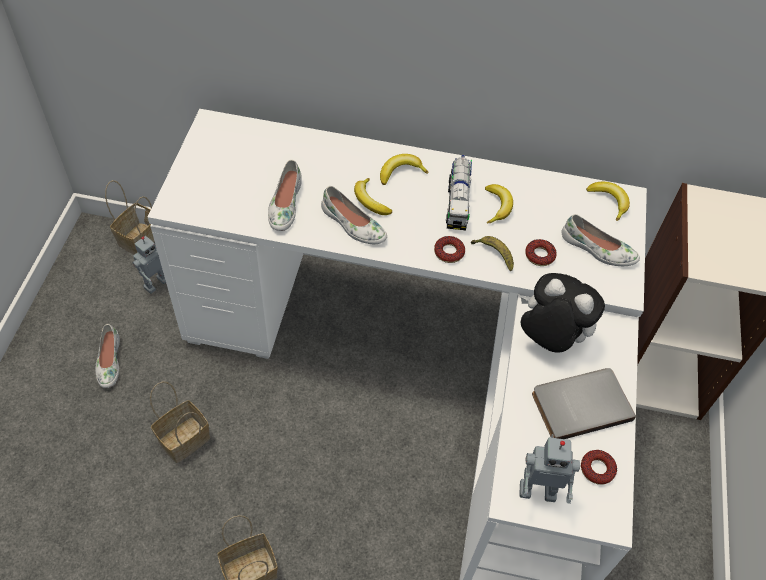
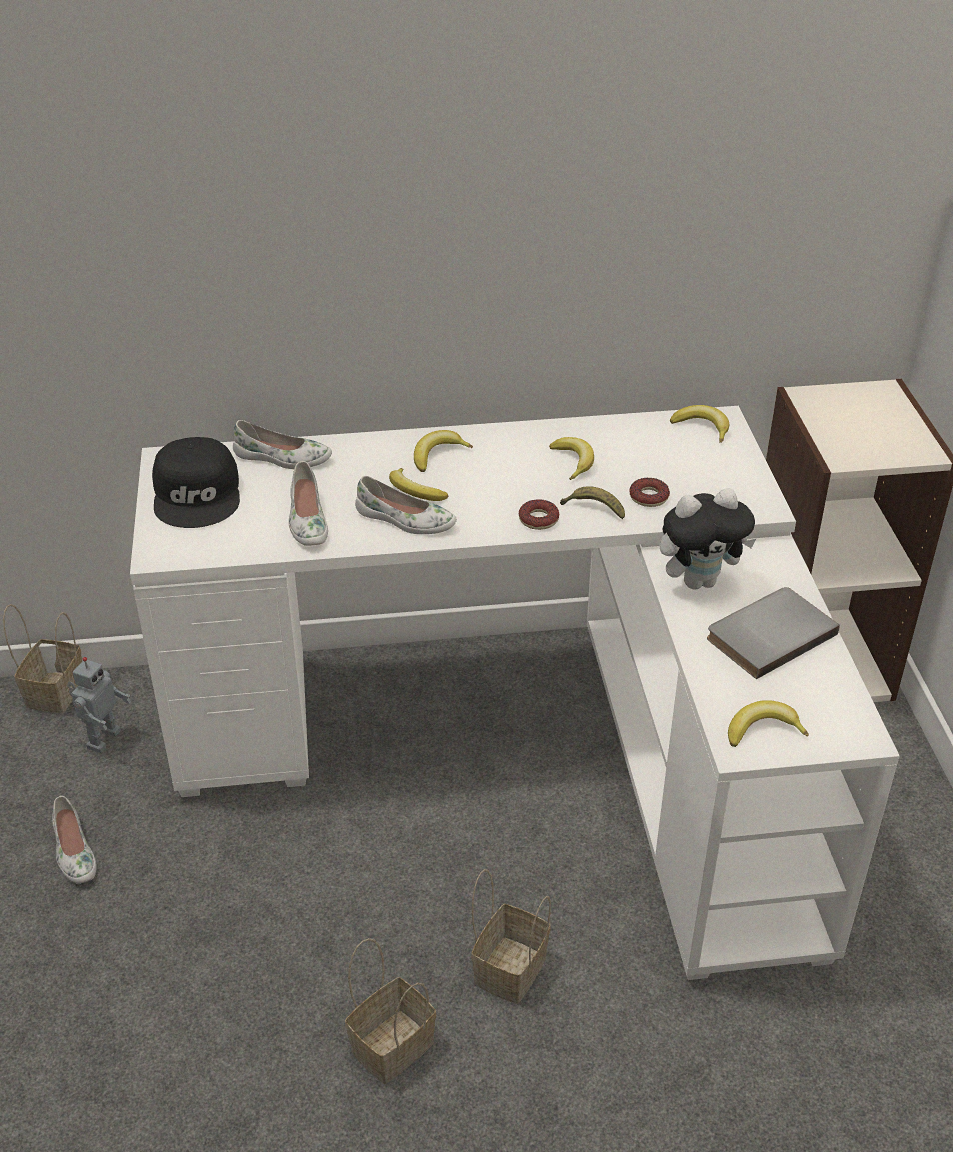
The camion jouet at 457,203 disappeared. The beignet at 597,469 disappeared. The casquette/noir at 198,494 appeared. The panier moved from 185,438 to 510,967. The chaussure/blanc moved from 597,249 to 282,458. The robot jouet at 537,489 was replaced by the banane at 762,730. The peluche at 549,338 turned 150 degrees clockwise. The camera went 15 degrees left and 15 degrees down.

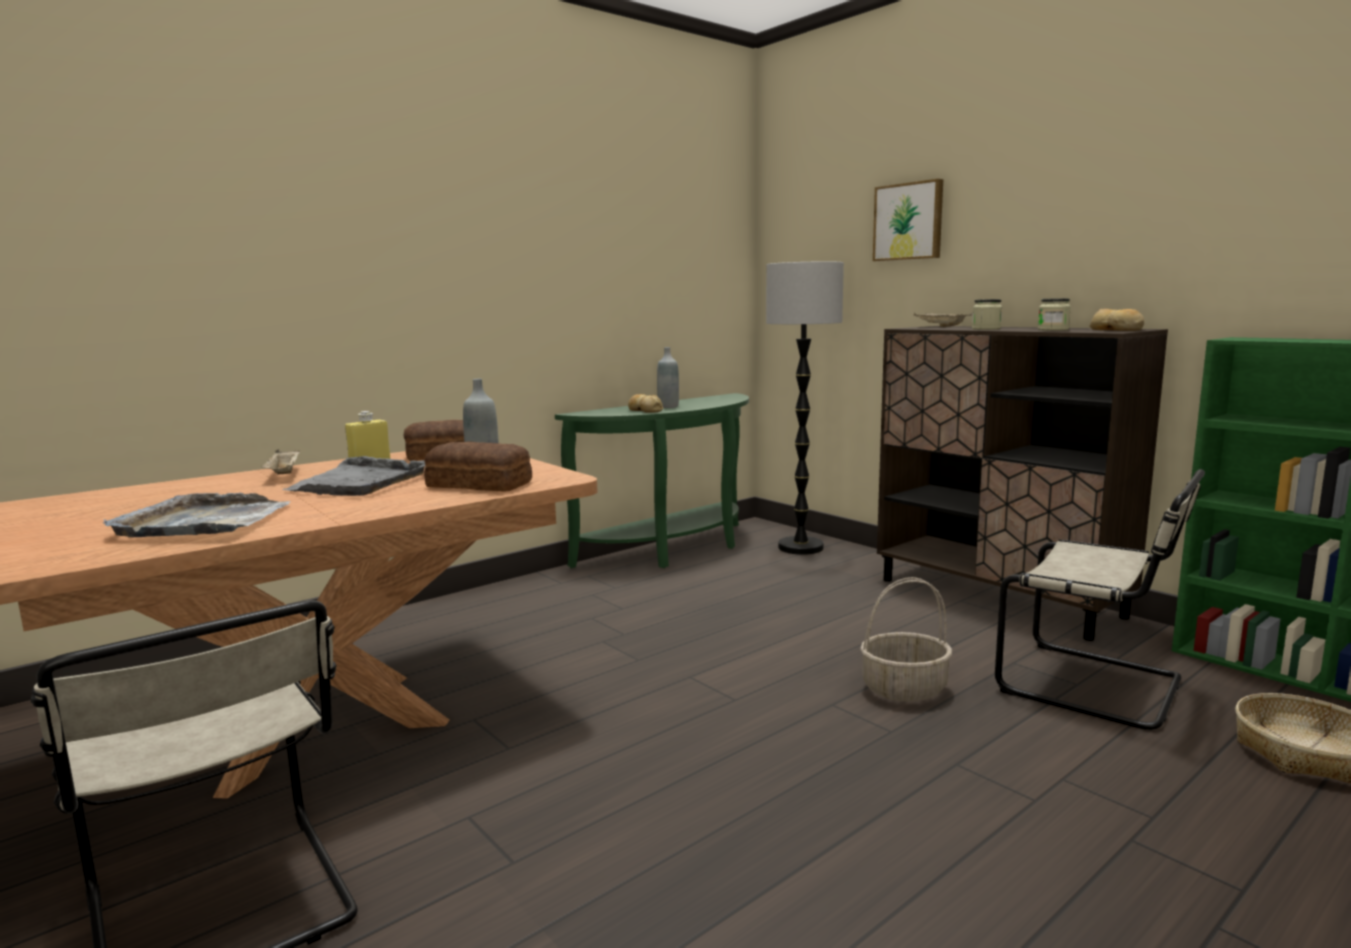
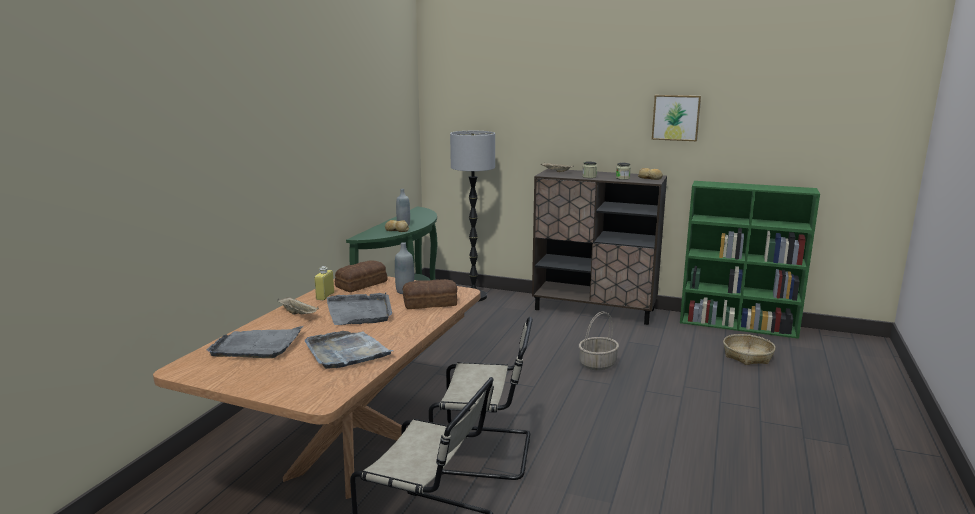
The plateau/gris at 257,345 appeared. The tableau moved from 909,222 to 676,117. The chaise/beige moved from 1097,686 to 487,452. The camera went 30 degrees left and 5 degrees up.

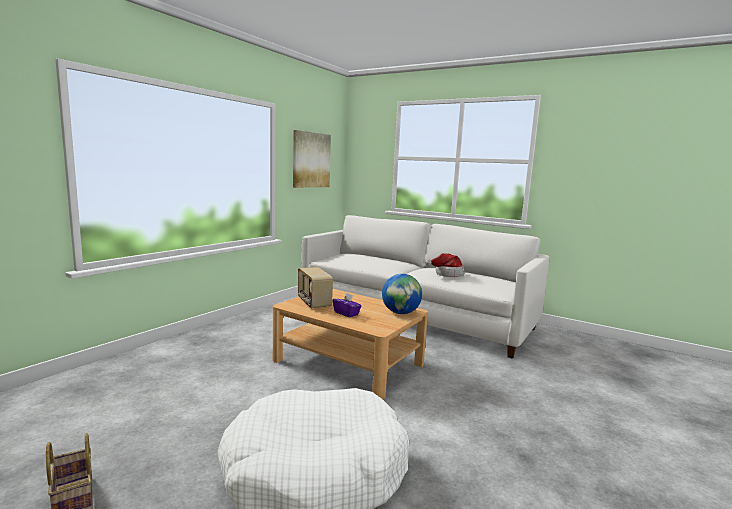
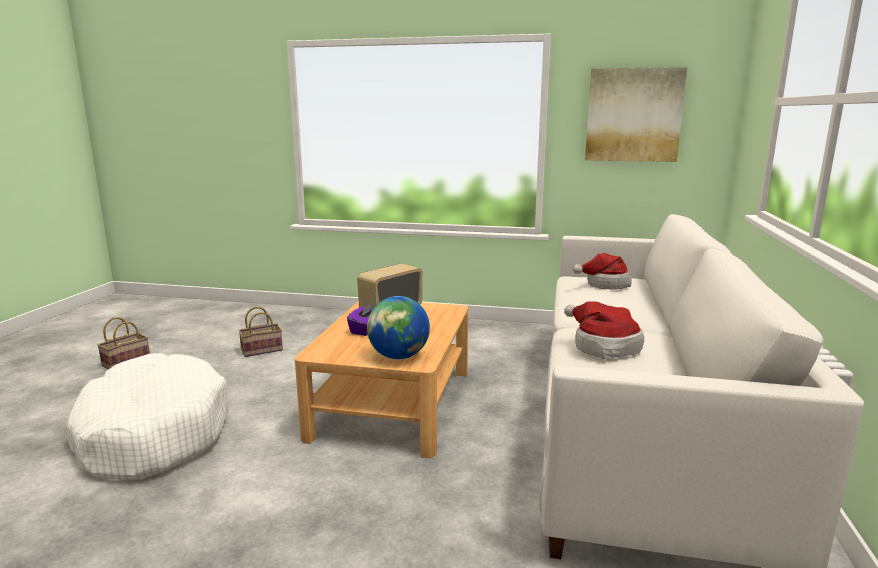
The panier at 262,350 appeared. The chapeau at 604,284 appeared. The camera went 70 degrees right and 5 degrees up.

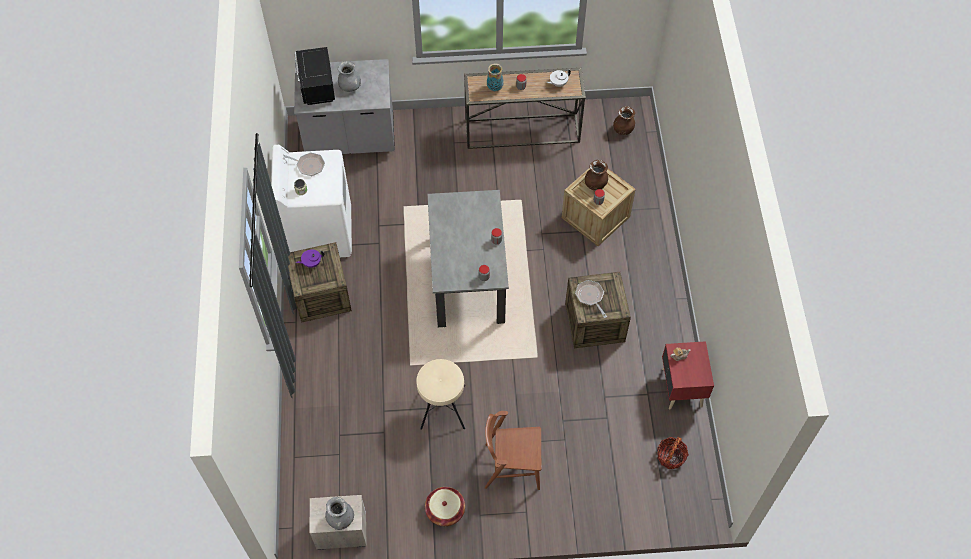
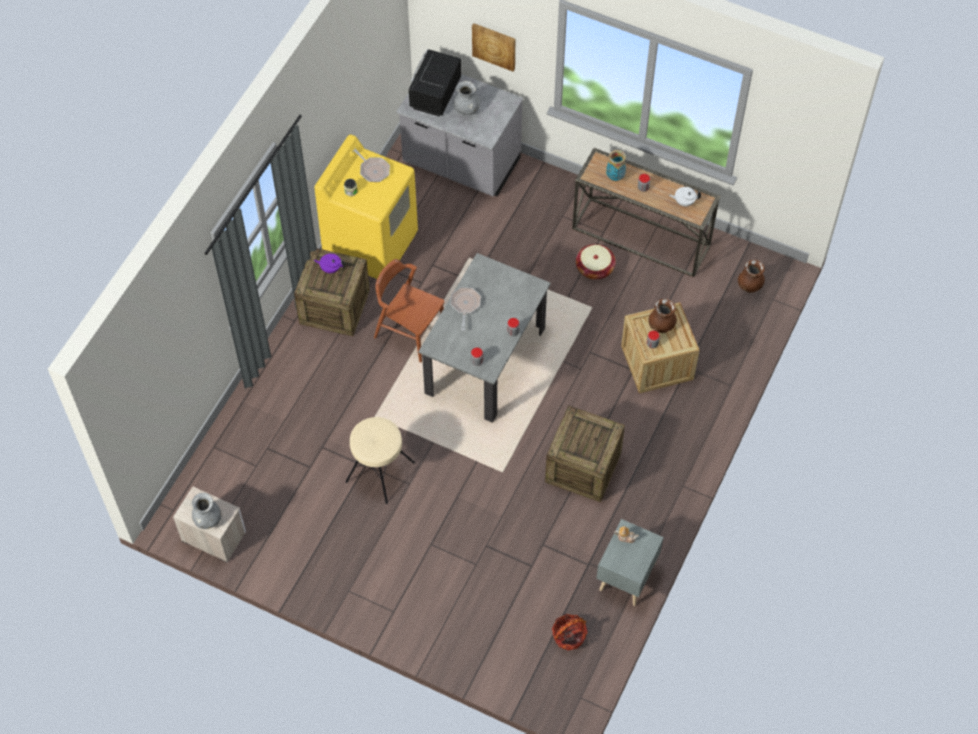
The tableau at 494,46 appeared. The panier moved from 445,510 to 595,268. The chaise/marron moved from 512,466 to 410,332. The poêle moved from 590,297 to 465,305. The lave-linge/blanc at 319,232 became the lave-linge/jaune at 371,244. The table de chevet/rouge at 681,388 became the table de chevet/gris at 626,577. The camera went 30 degrees right and 0 degrees up.

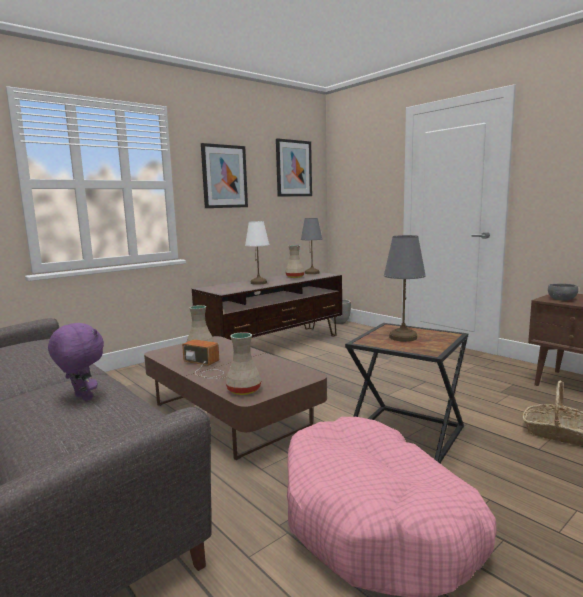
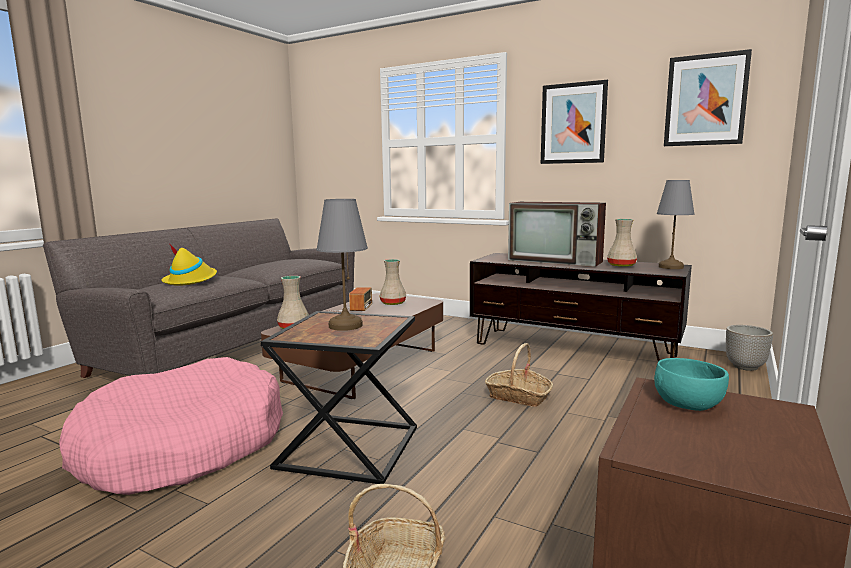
The panier at 518,396 appeared. The peluche/violet at 82,398 was replaced by the chapeau/jaune at 191,280. The lampe de table/blanc at 258,283 was replaced by the téléviseur at 556,261. The bol/gris at 562,299 became the bol/turquoise at 688,403. The camera went 70 degrees right and 0 degrees up.

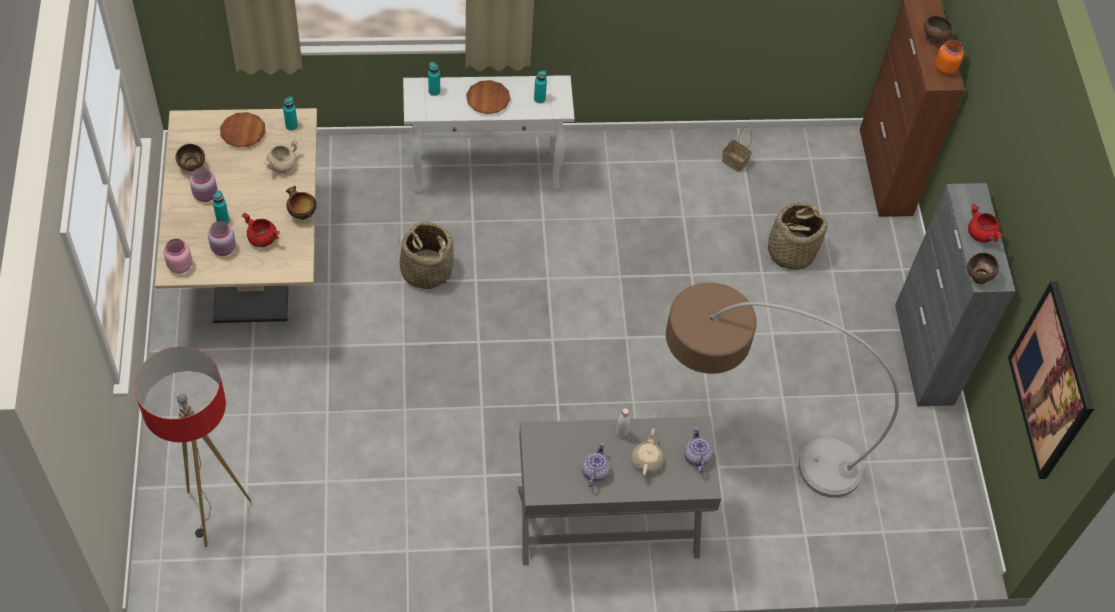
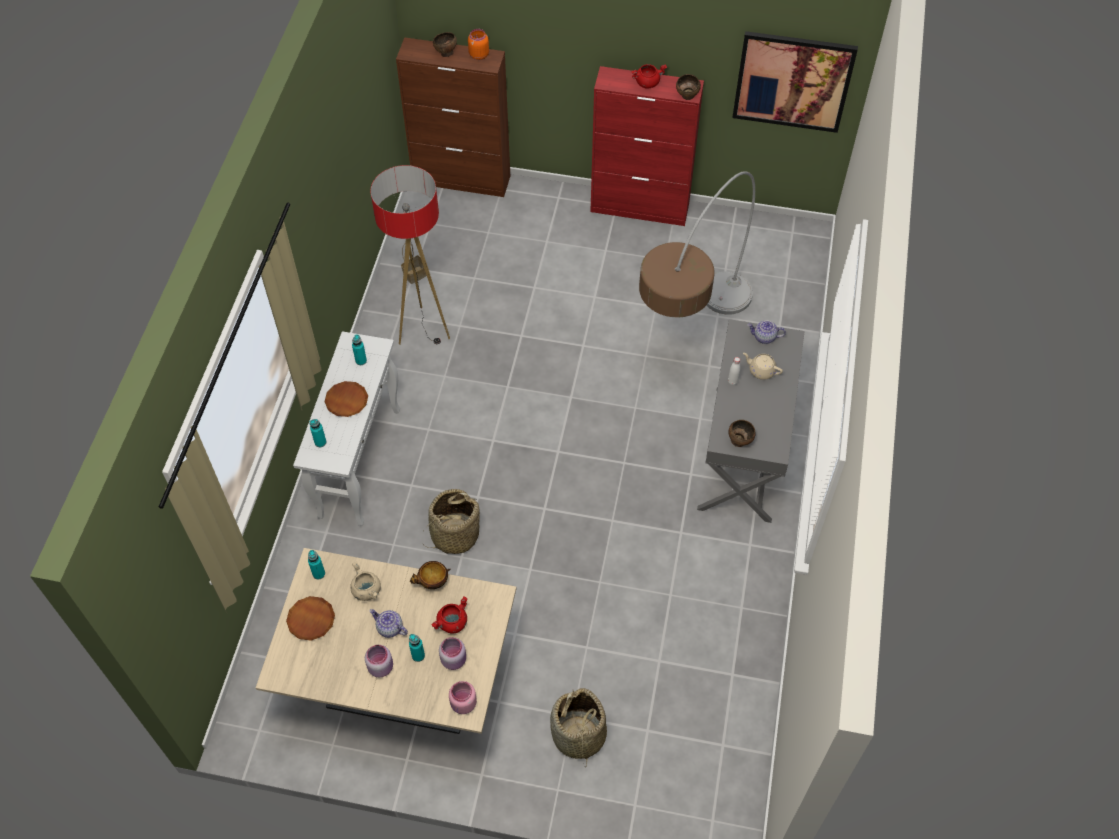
The lampadaire moved from 214,513 to 423,330. The bol/marron moved from 193,167 to 739,441. The théière moved from 594,471 to 389,628. The panier moved from 790,251 to 578,735. The meuble de rangement/gris at 923,354 became the meuble de rangement/rouge at 640,208. The camera went 70 degrees left and 0 degrees up.

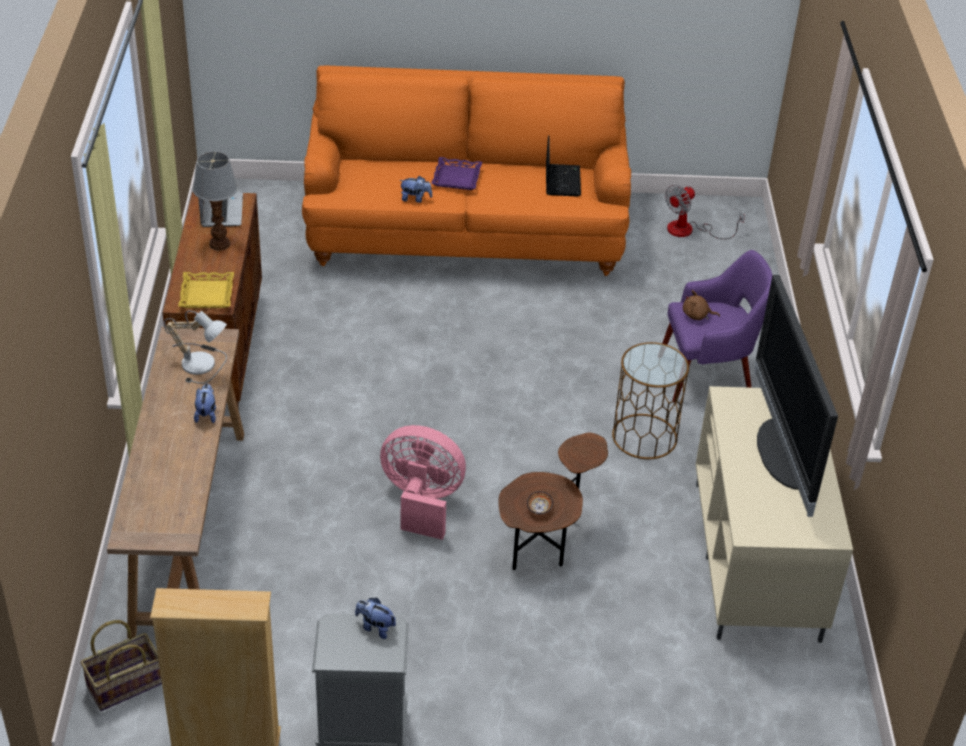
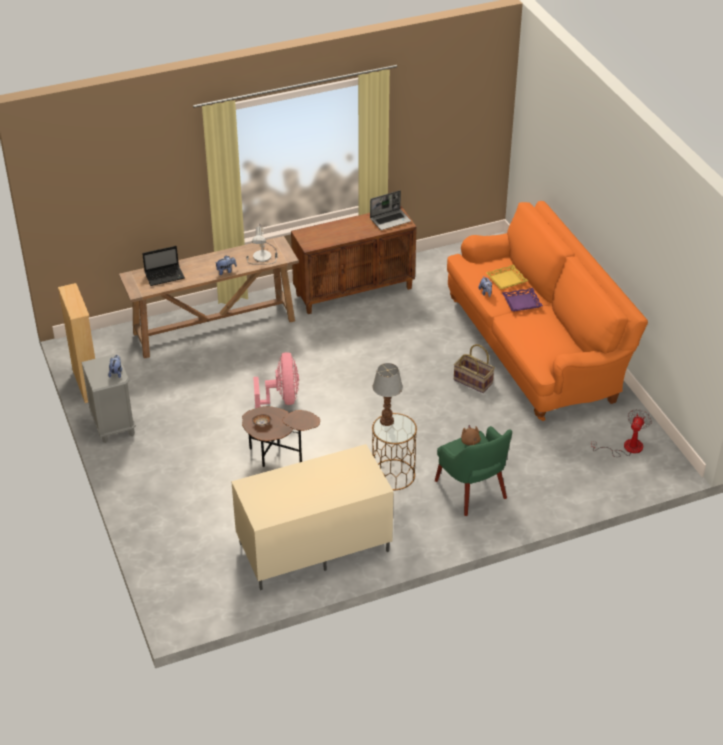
The téléviseur at 783,454 disappeared. The panier moved from 125,684 to 473,381. The plateau/jaune moved from 207,294 to 506,280. The lampe de table moved from 220,244 to 387,421. The ordinateur portable moved from 562,180 to 165,276. The fauteuil/violet at 707,376 became the fauteuil/vert at 471,490. The ventilateur at 689,230 turned 90 degrees clockwise. The camera went 70 degrees right and 0 degrees up.

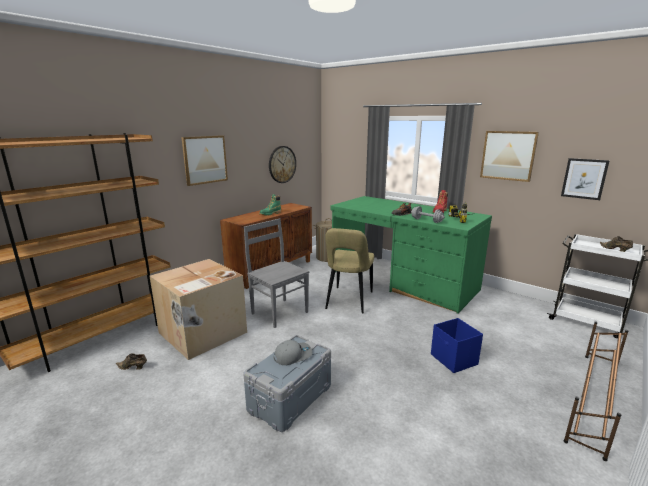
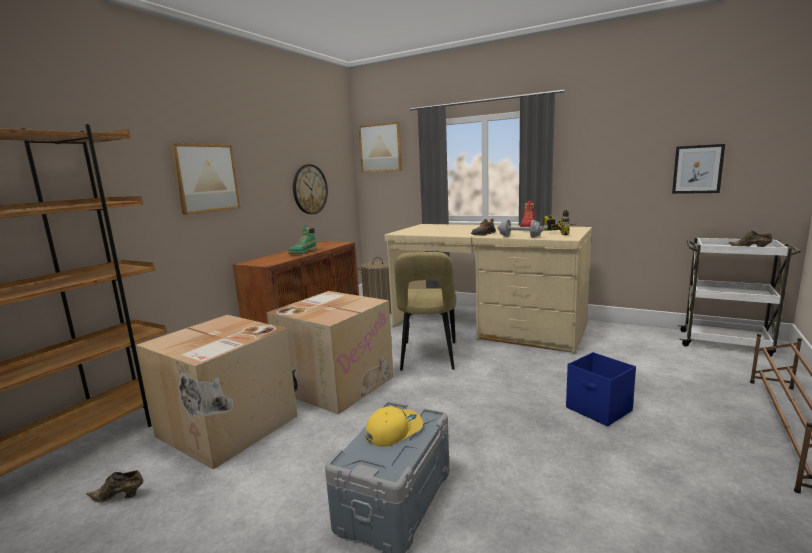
The tableau moved from 508,155 to 381,147. The chaise/gris at 279,312 was replaced by the carton at 336,383. The casquette/gris at 293,355 became the casquette/jaune at 393,430. The bureau/vert at 401,281 became the bureau/beige at 486,326. The camera went 10 degrees left and 5 degrees down.

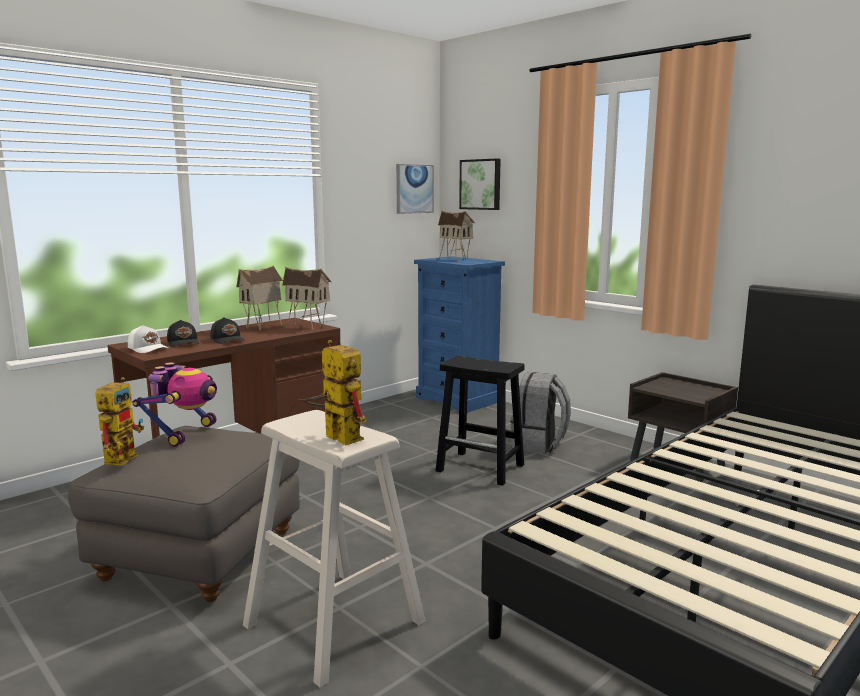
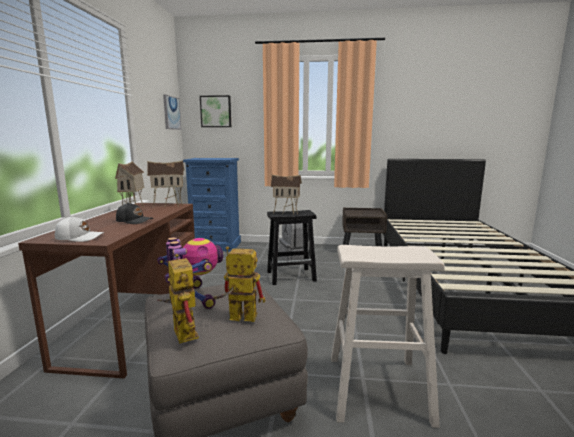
The casquette/noir at 184,343 disappeared. The robot jouet moved from 336,437 to 236,318. The maison miniature moved from 455,259 to 286,213. The camera went 40 degrees left and 0 degrees up.

